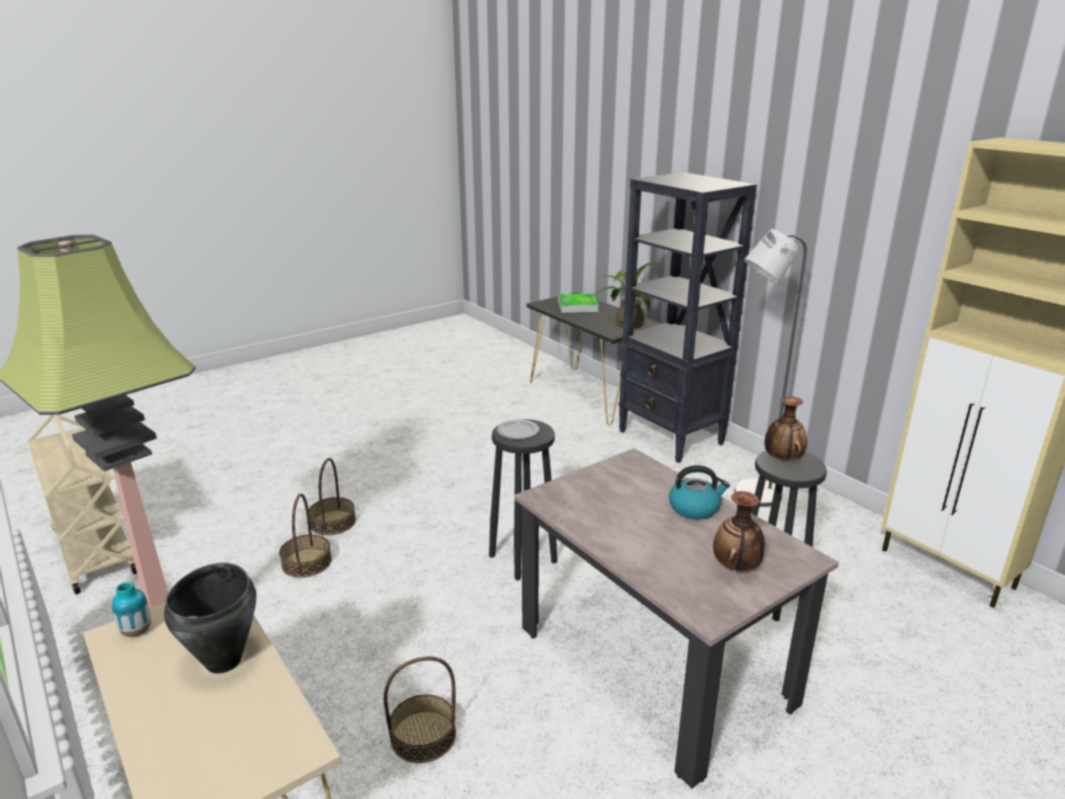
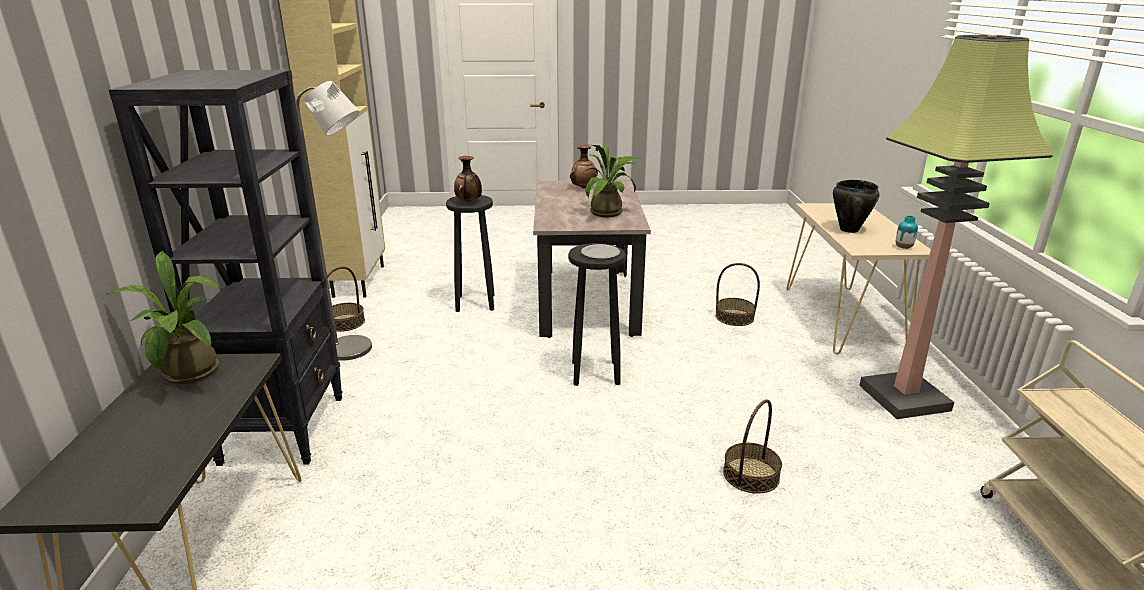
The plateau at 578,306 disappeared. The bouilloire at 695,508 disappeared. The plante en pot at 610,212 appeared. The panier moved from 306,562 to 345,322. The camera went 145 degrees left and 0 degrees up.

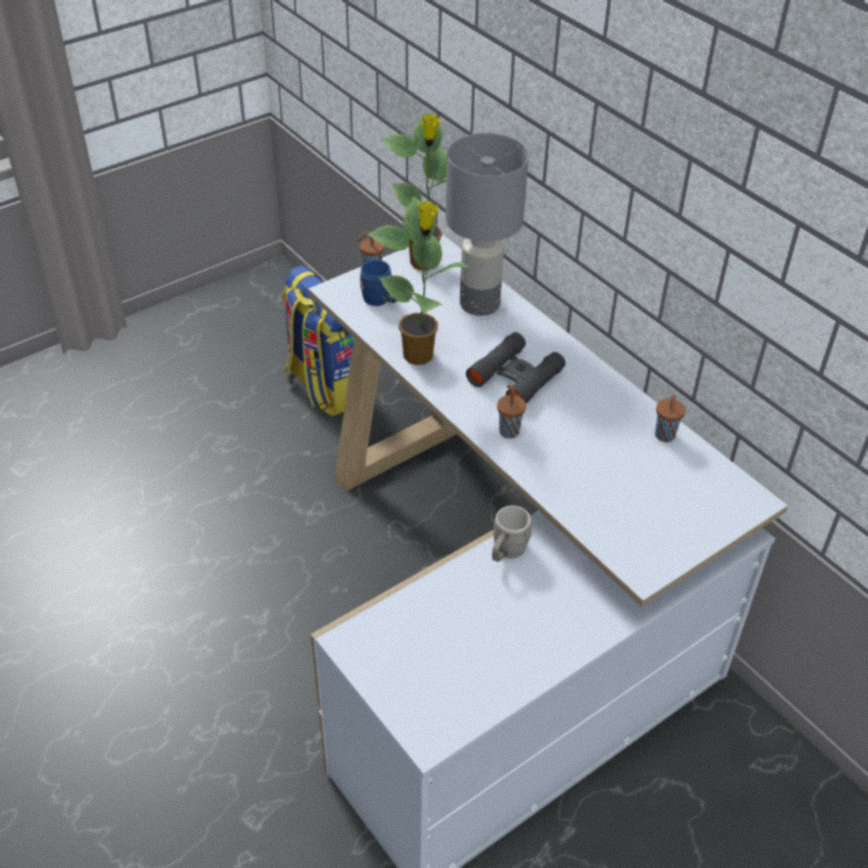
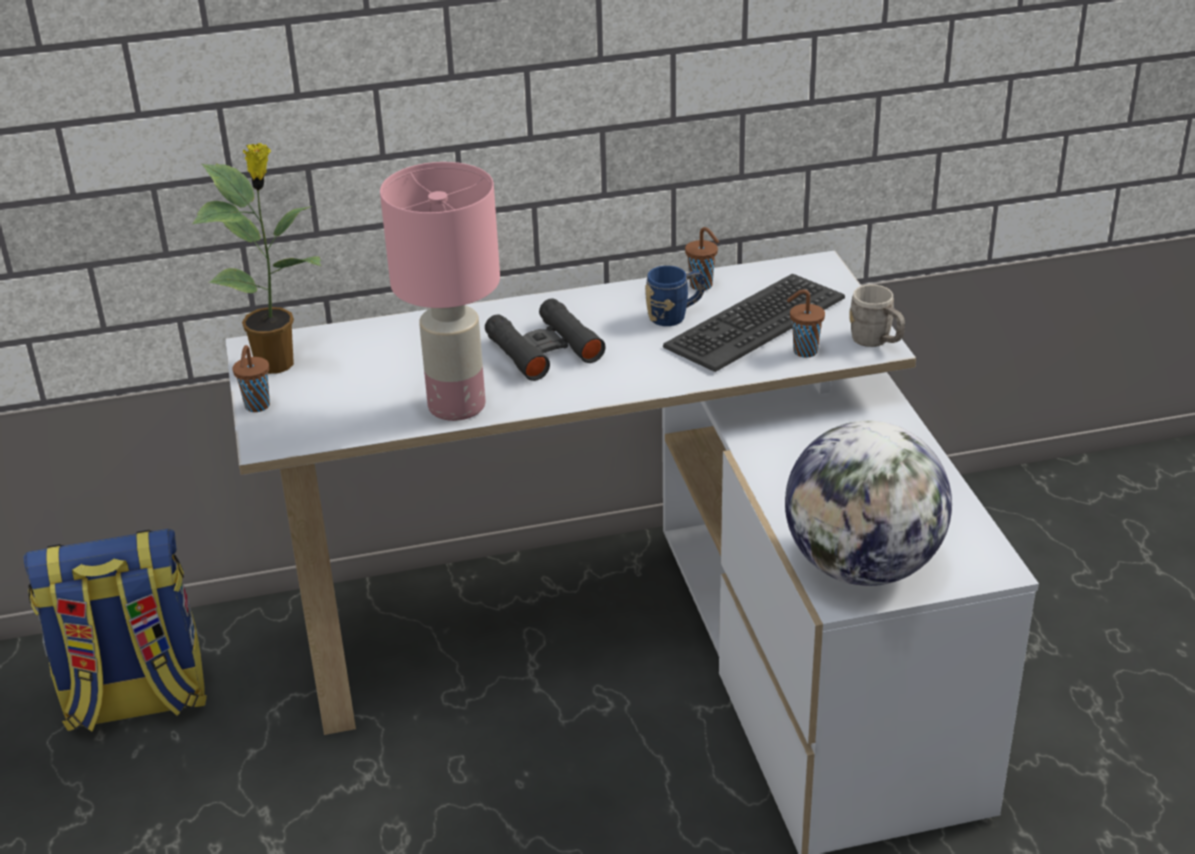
The lampe de table/gris at 480,303 disappeared. The clavier at 754,322 appeared. The globe at 863,567 appeared. The mug/bleu moved from 381,301 to 675,315. The mug/gris moved from 506,552 to 876,342. The tasse/marron moved from 508,431 to 803,351. The plante en pot at 419,356 was replaced by the lampe de table/rose at 455,406. The camera went 65 degrees left and 10 degrees down.

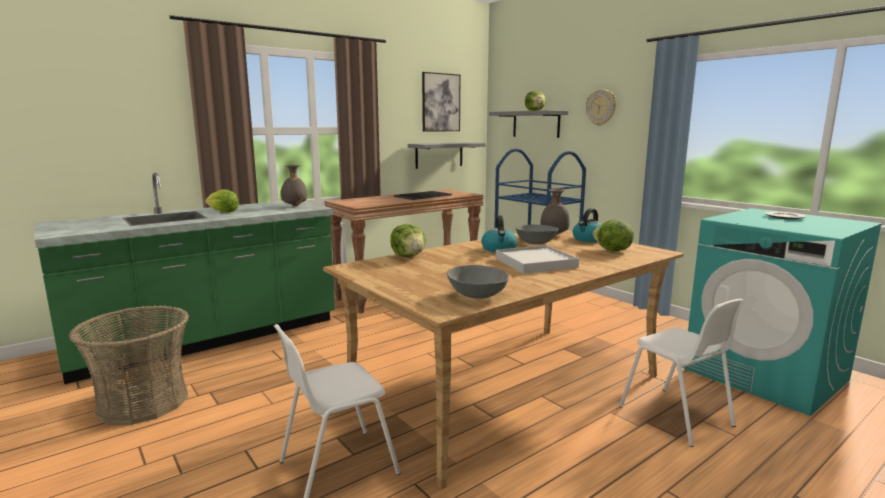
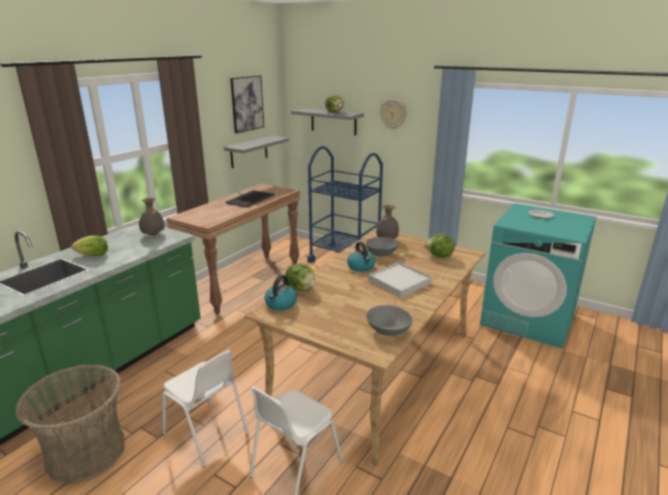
The bouilloire moved from 588,239 to 281,304. The chaise/blanc moved from 676,417 to 206,434. The camera went 20 degrees left and 10 degrees up.

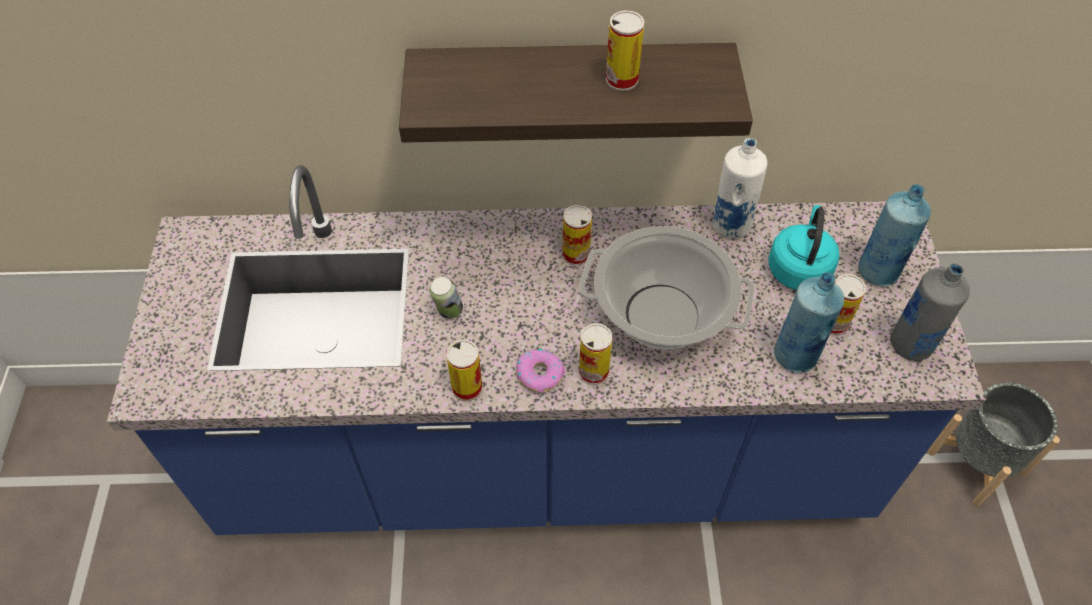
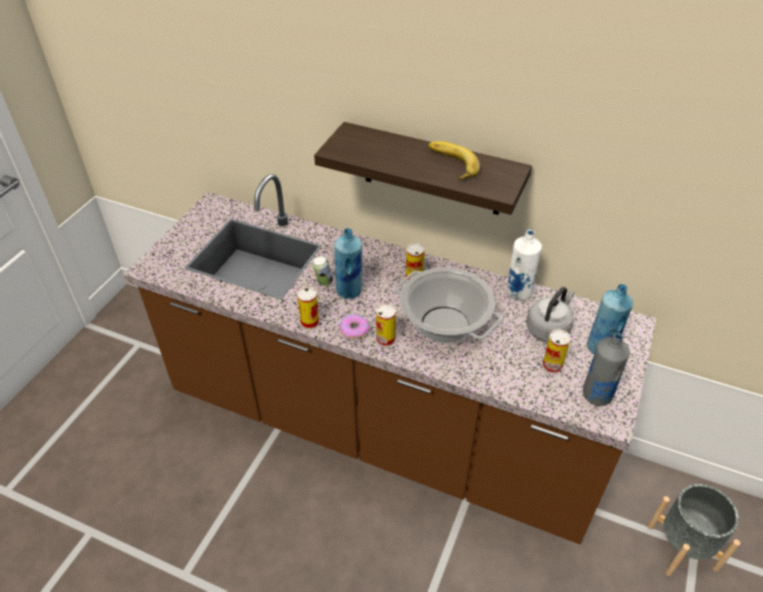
The bouteille/bleu moved from 795,355 to 349,291. The boîte métallique at 622,79 was replaced by the banane at 450,165. The comptoir de cuisine/bleu at 546,463 became the comptoir de cuisine/marron at 381,429. The bouilloire/turquoise at 799,267 became the bouilloire/gris at 548,328. The camera went 25 degrees right and 10 degrees down.

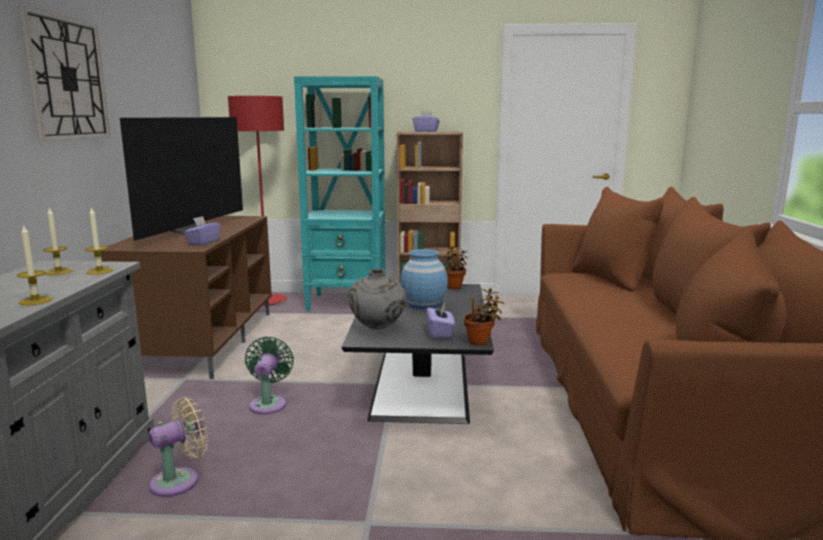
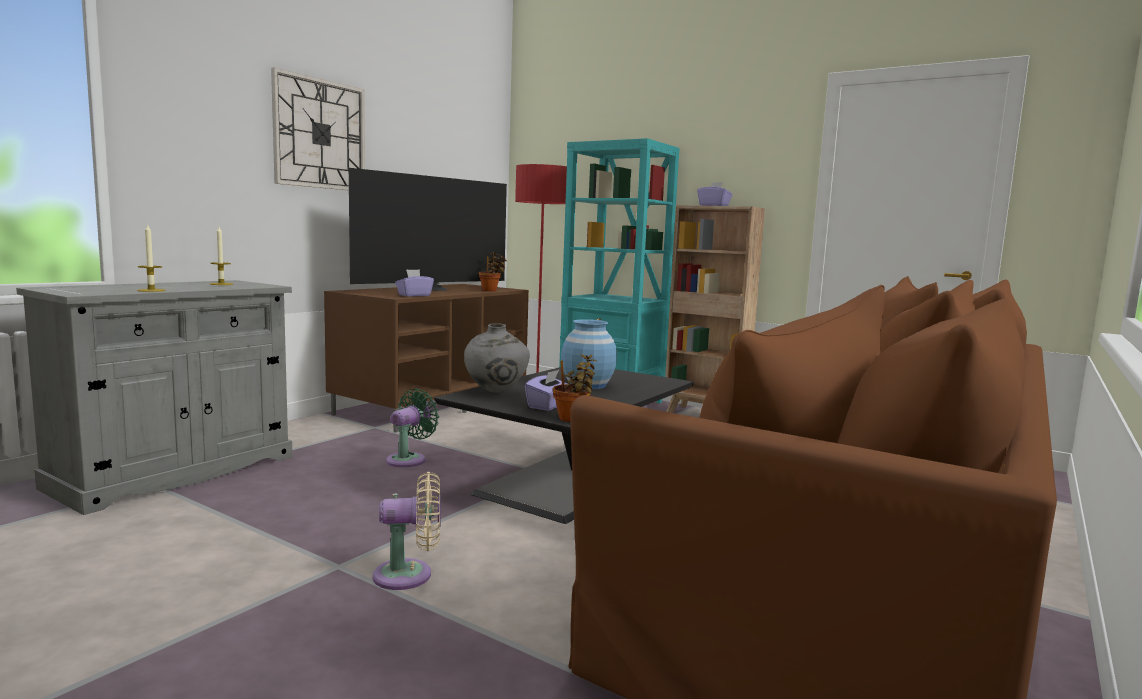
The bougie at 99,271 disappeared. The ventilateur/beige moved from 180,481 to 409,575. The plante en pot moved from 454,286 to 491,290. The camera went 30 degrees right and 5 degrees down.

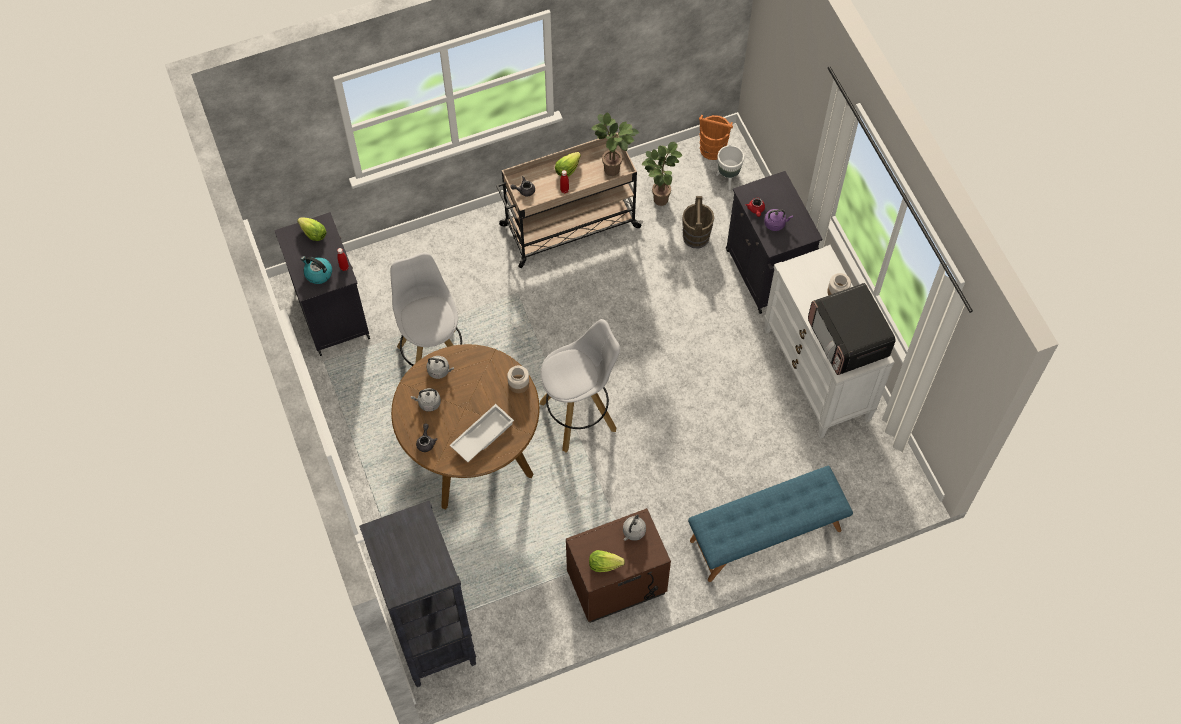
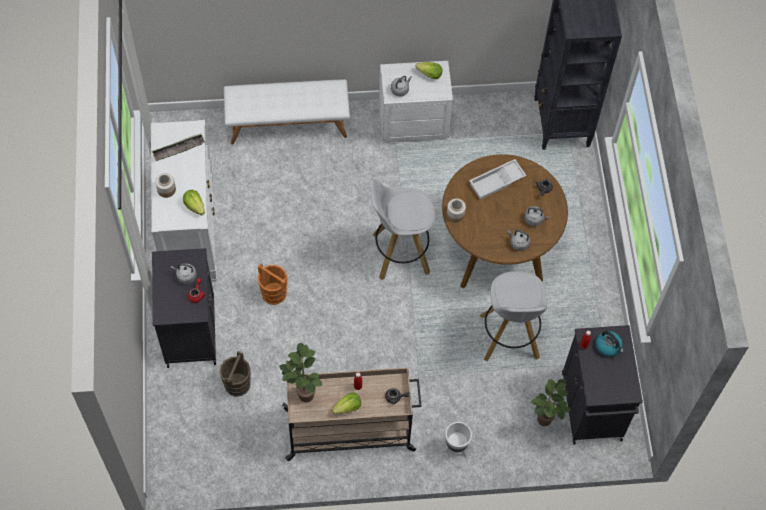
The laitue moved from 313,234 to 195,206. The plante en pot moved from 659,197 to 544,422. The seau/orange moved from 713,149 to 273,293. The cache-pot/blanc moved from 727,178 to 456,448. The micro-ondes at 848,340 was replaced by the plateau at 178,149. The table de chevet/marron at 617,584 became the table de chevet/blanc at 413,122. The banc/bleu at 766,536 became the banc/blanc at 288,124. The bouilloire/violet at 775,223 became the bouilloire/gris at 185,276. The camera went 165 degrees left and 0 degrees up.

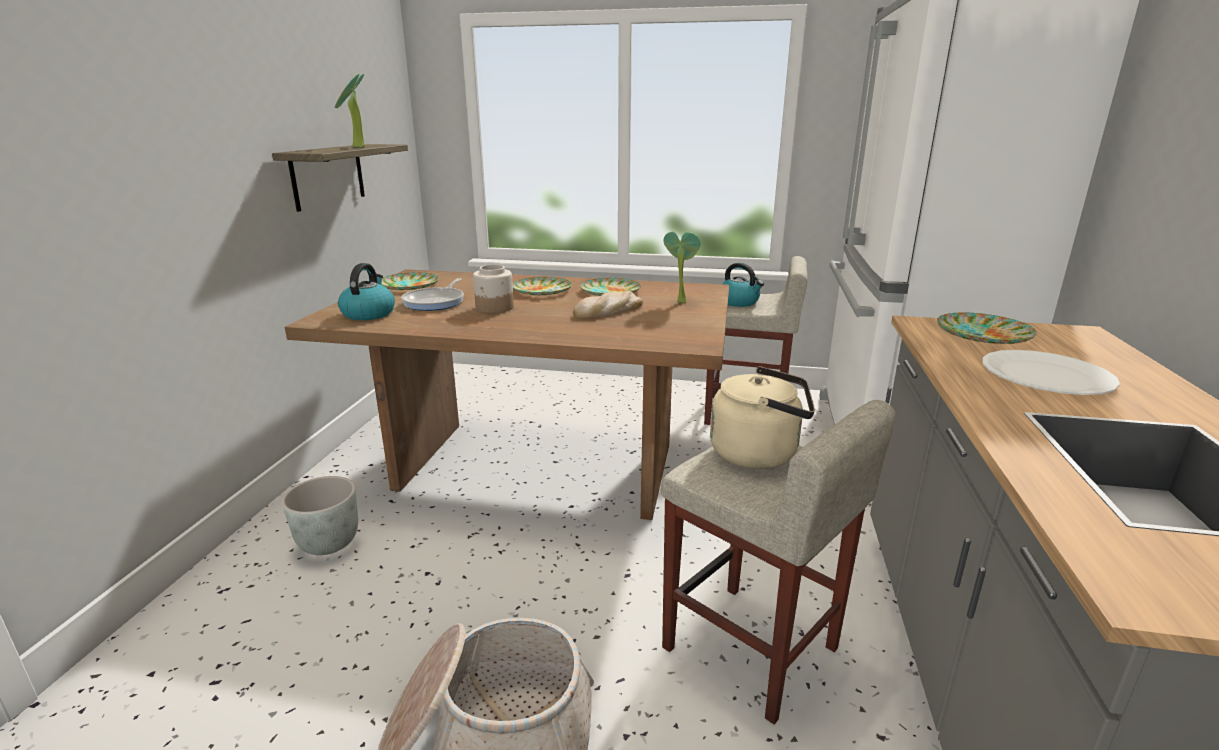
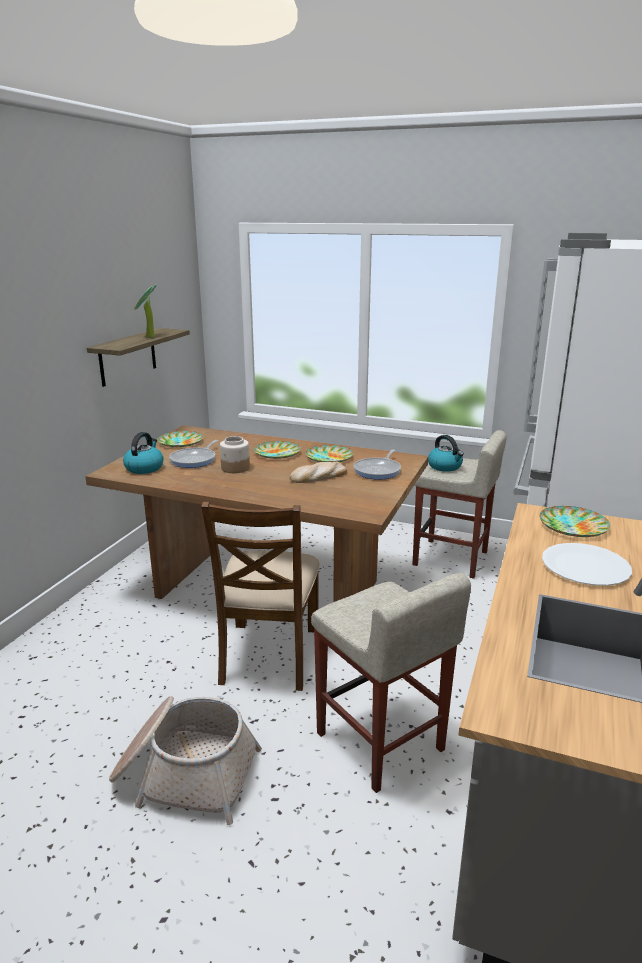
The cache-pot/gris at 328,544 disappeared. The bouilloire/beige at 759,453 disappeared. The chaise/marron at 268,655 appeared. The plante en pot at 680,301 was replaced by the poêle at 378,470. The camera went 10 degrees right and 0 degrees up.

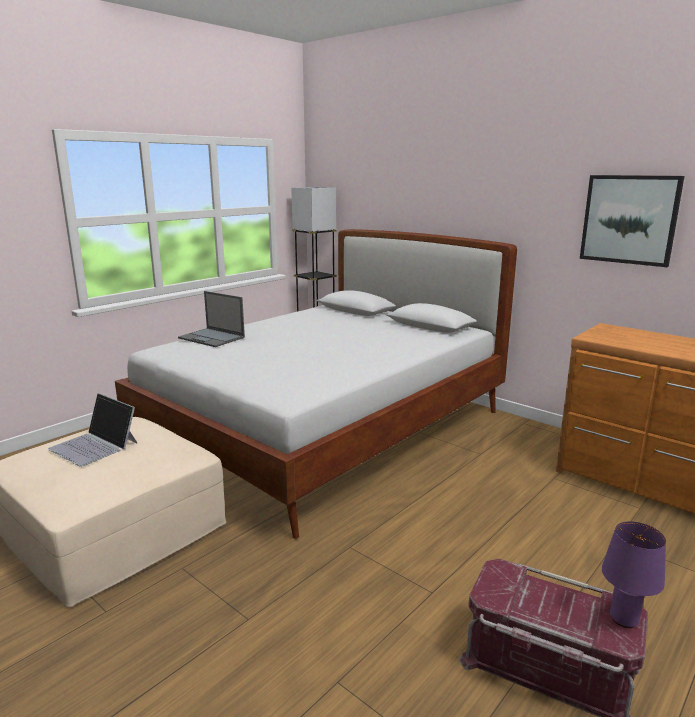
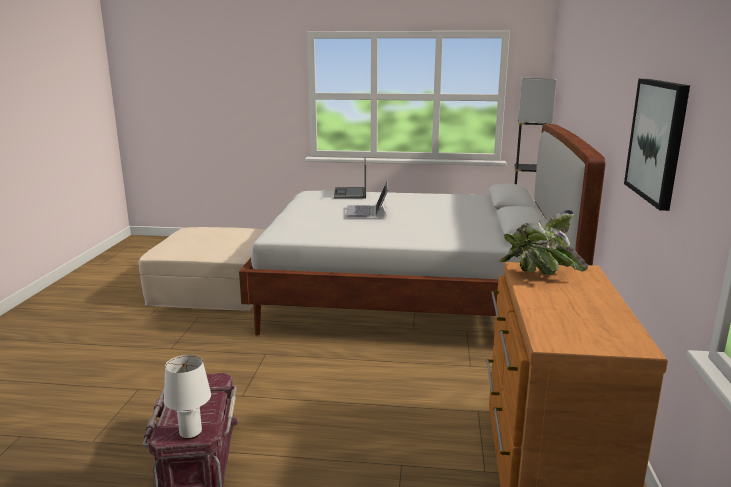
The plante en pot at 538,275 appeared. The ordinateur portable moved from 94,445 to 367,211. The lampe de table/violet at 623,619 became the lampe de table/blanc at 191,433. The camera went 55 degrees right and 0 degrees up.

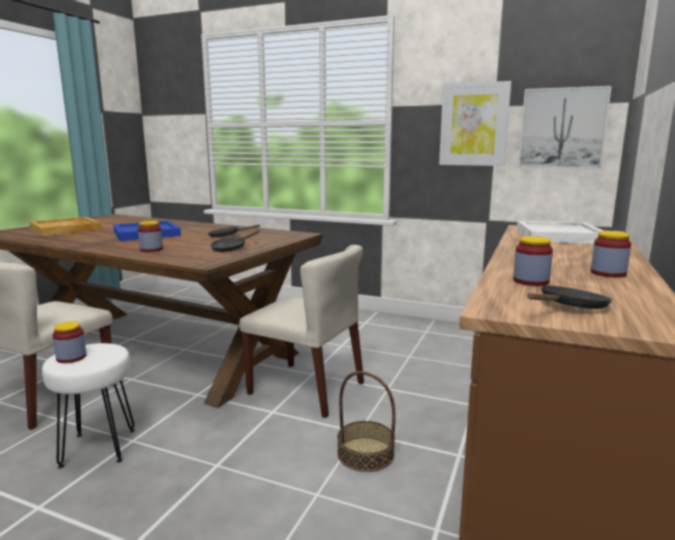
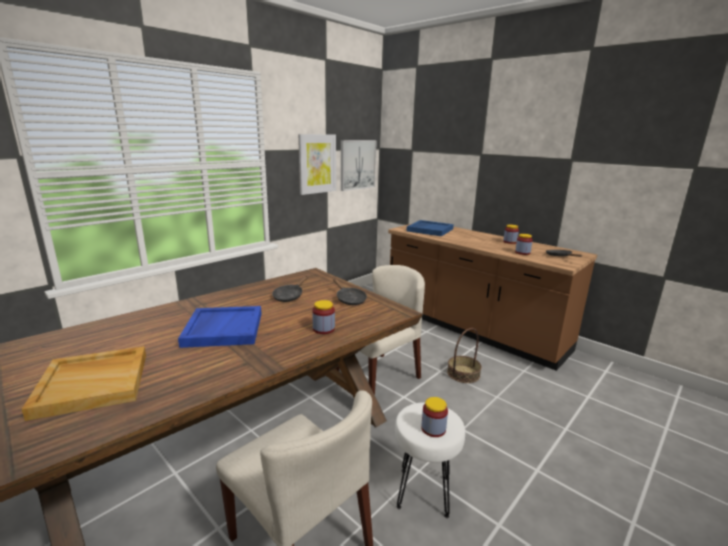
The plateau/blanc at 559,236 became the plateau/bleu at 429,230. The camera went 70 degrees left and 5 degrees up.

